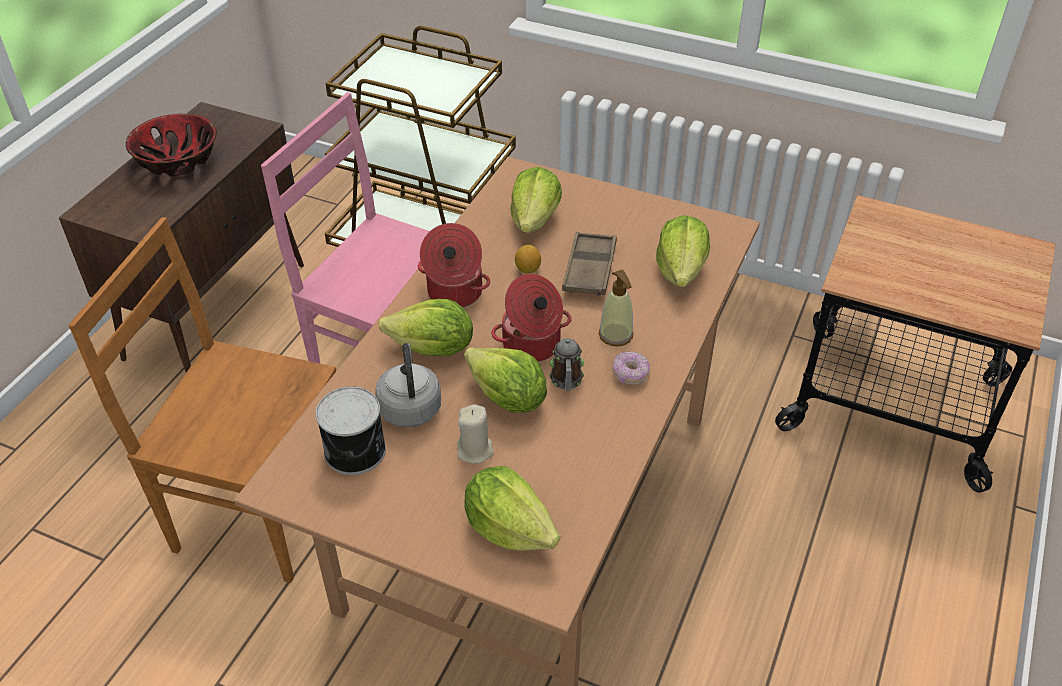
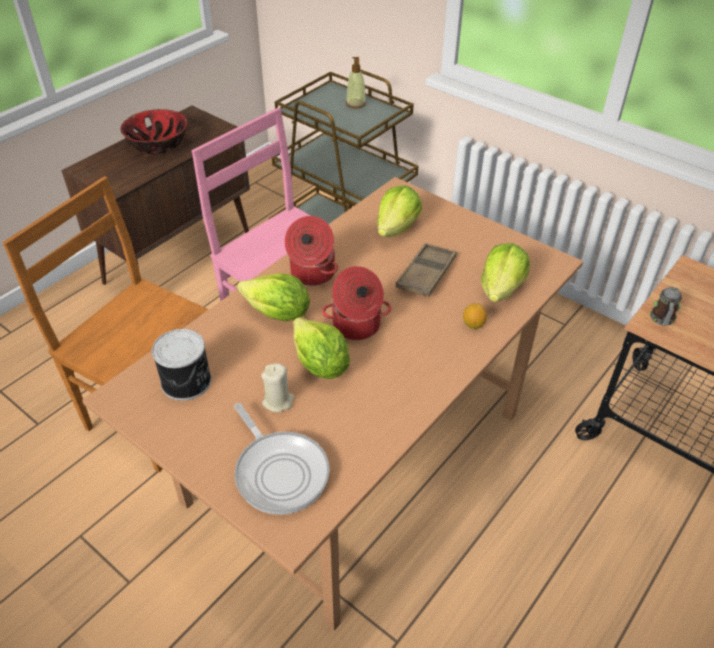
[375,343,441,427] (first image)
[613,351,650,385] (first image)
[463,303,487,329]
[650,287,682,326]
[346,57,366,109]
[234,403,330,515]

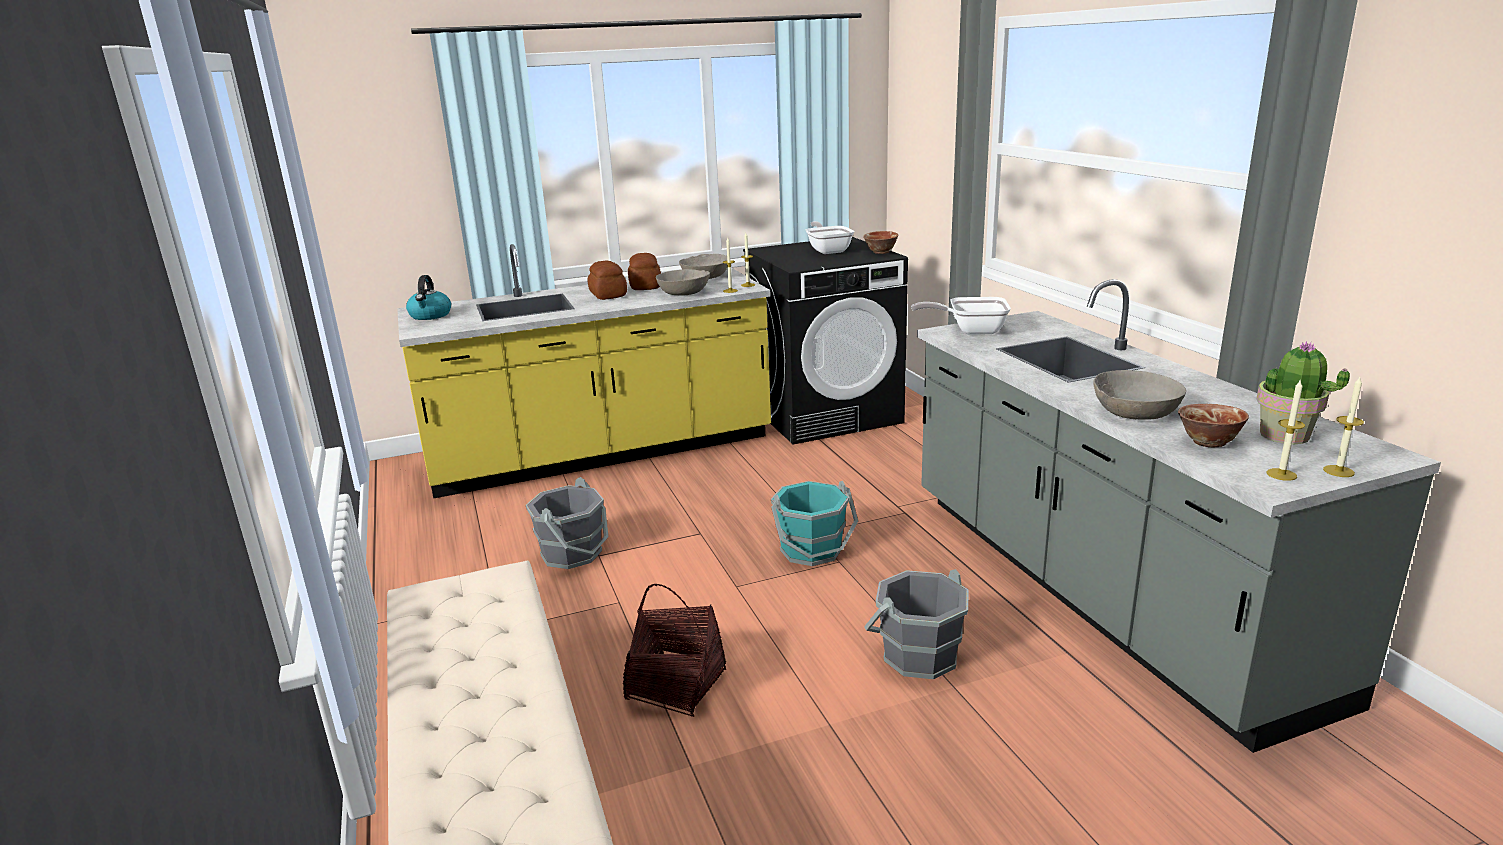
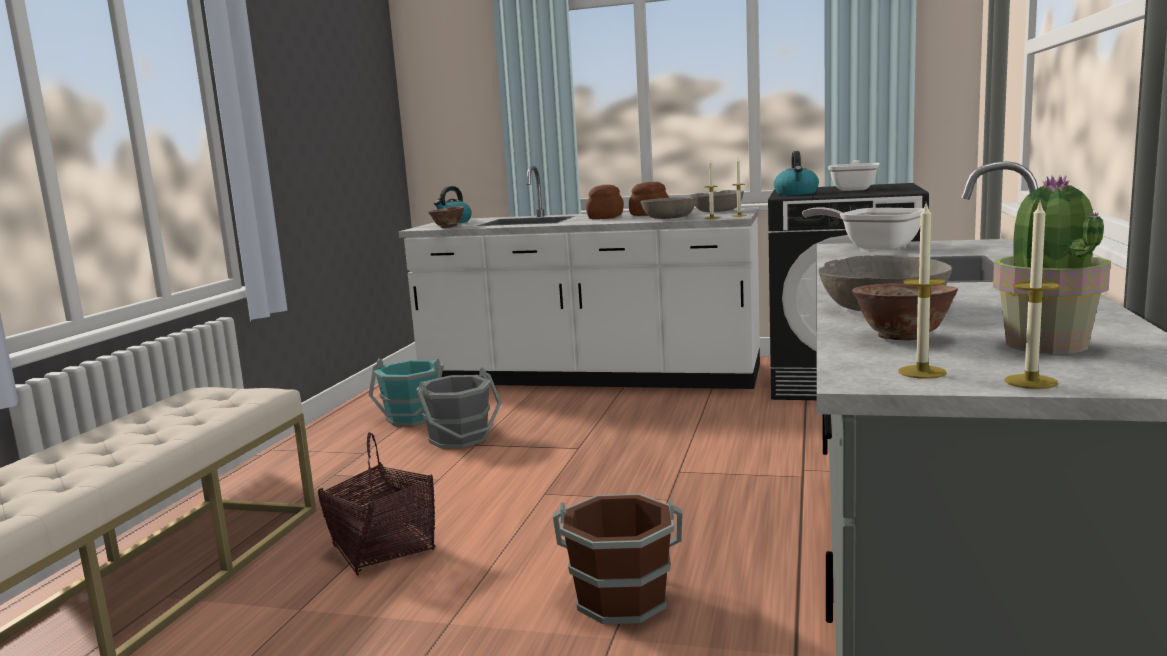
[774,151,819,195]
[369,358,444,426]
[428,206,464,228]
[398,166,760,389]
[553,494,682,624]

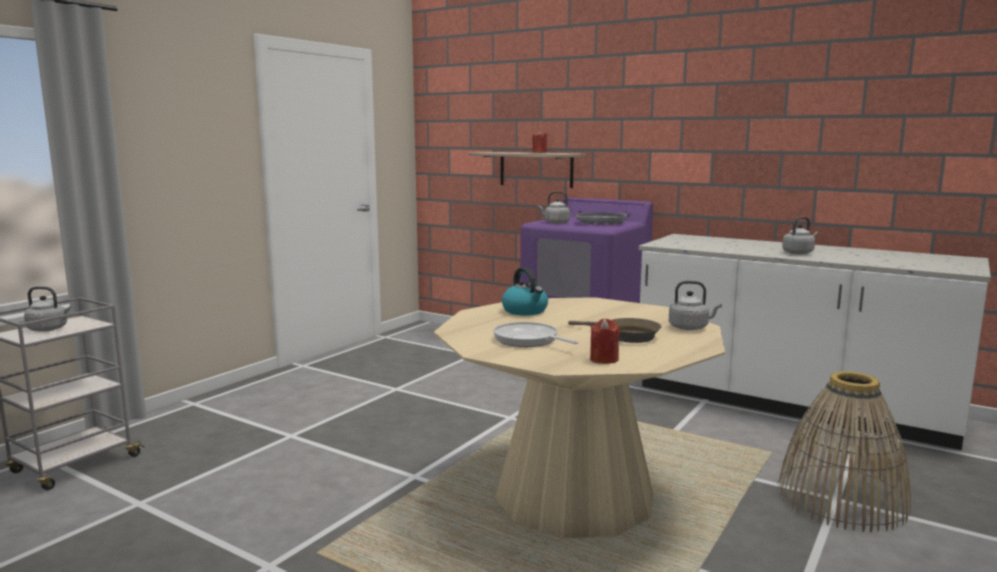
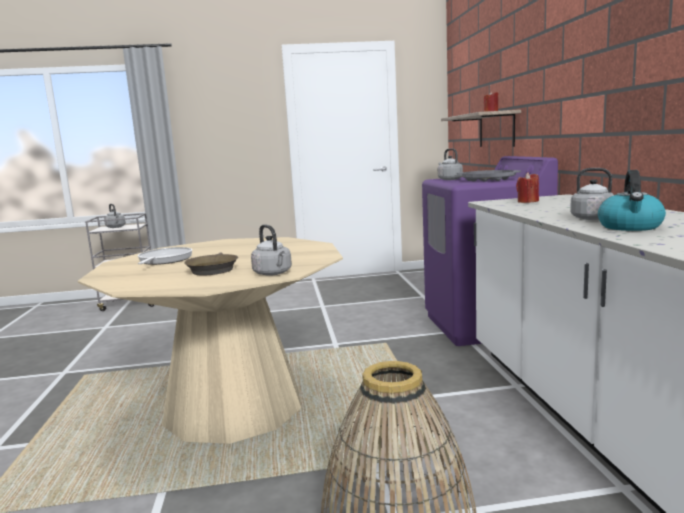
[598,170,666,231]
[516,173,539,203]

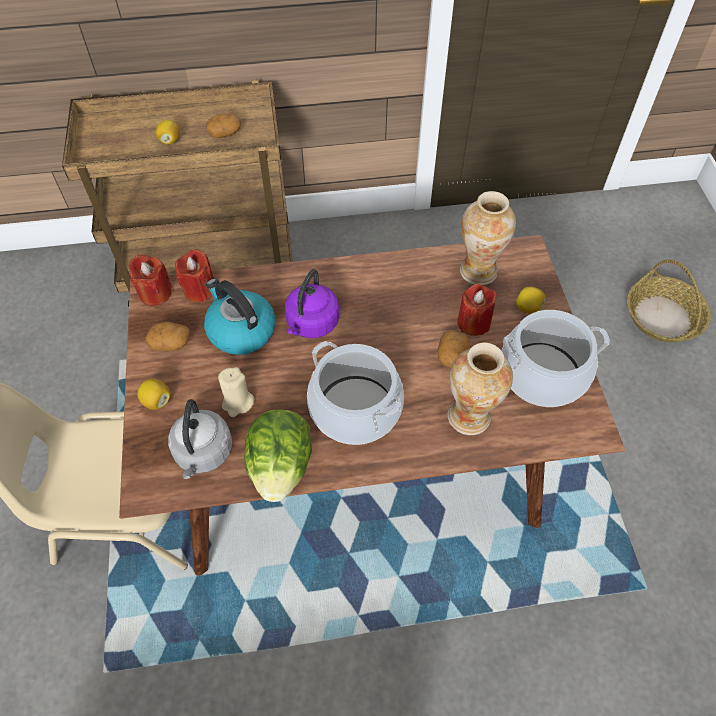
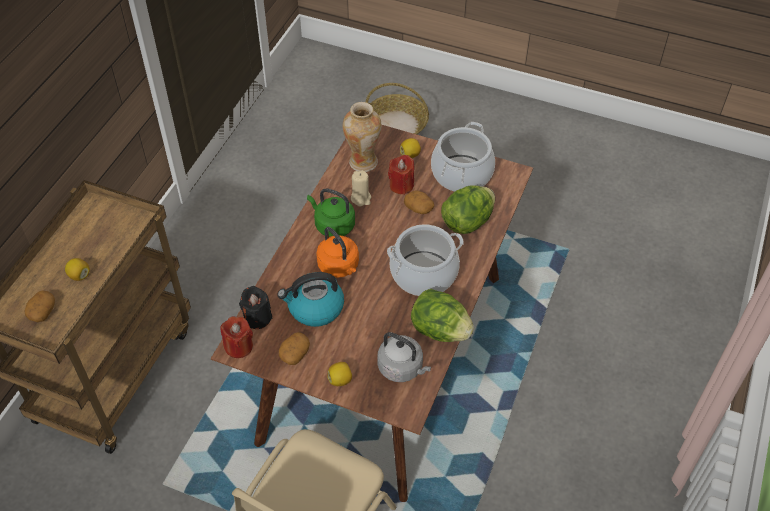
[307,188,355,237]
[25,290,55,322]
[351,170,371,206]
[441,185,495,234]
[239,286,272,329]
[316,227,359,278]

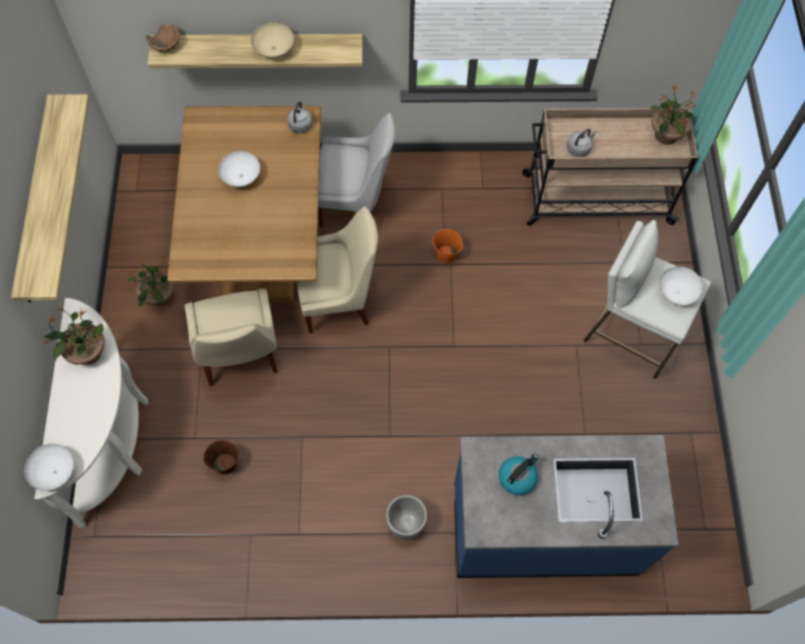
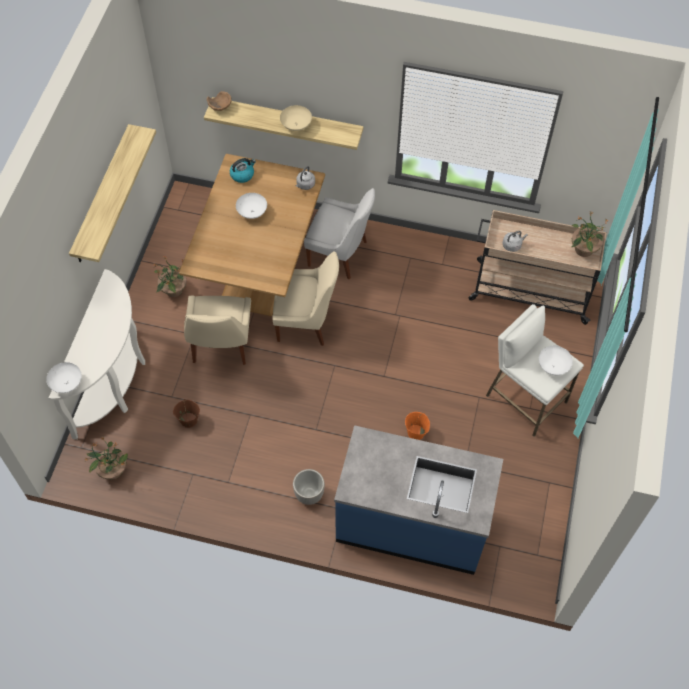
[85,437,128,480]
[405,412,430,440]
[230,158,256,183]

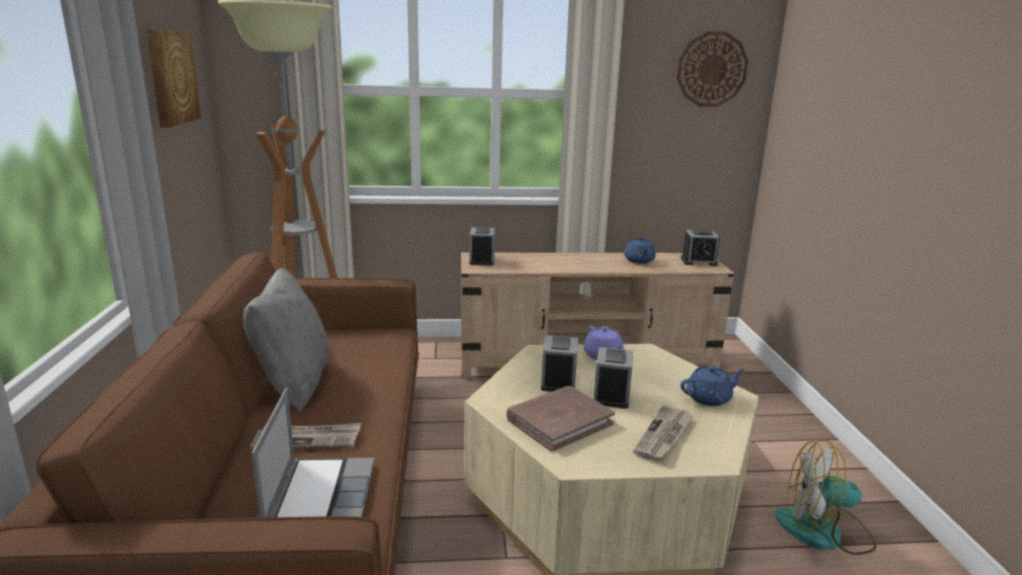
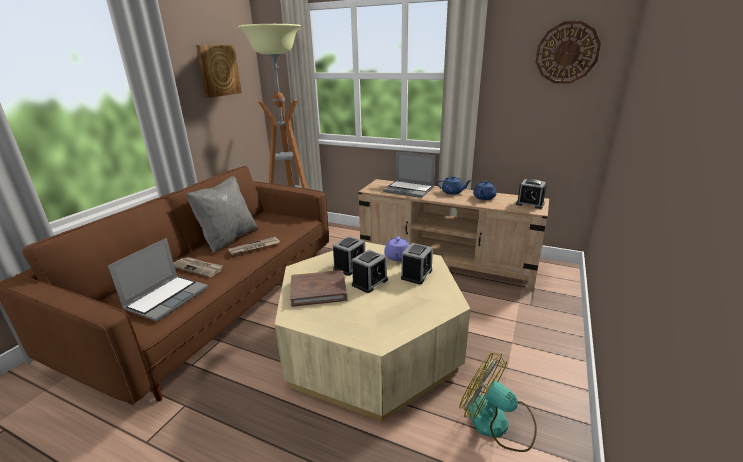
[383,152,435,198]
[401,243,433,284]
[228,237,280,256]
[437,176,472,195]

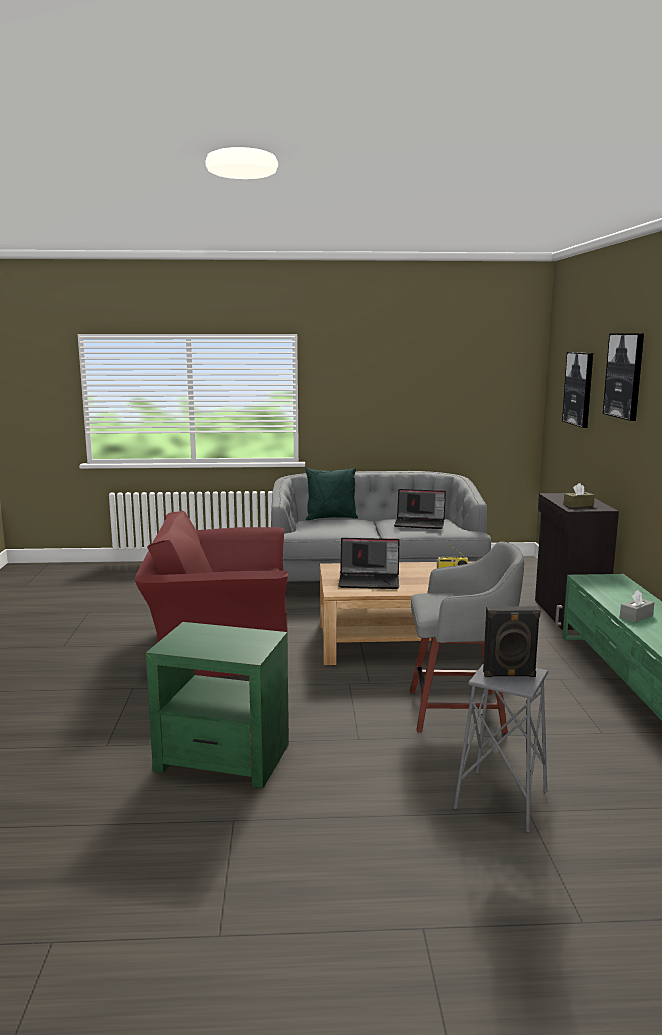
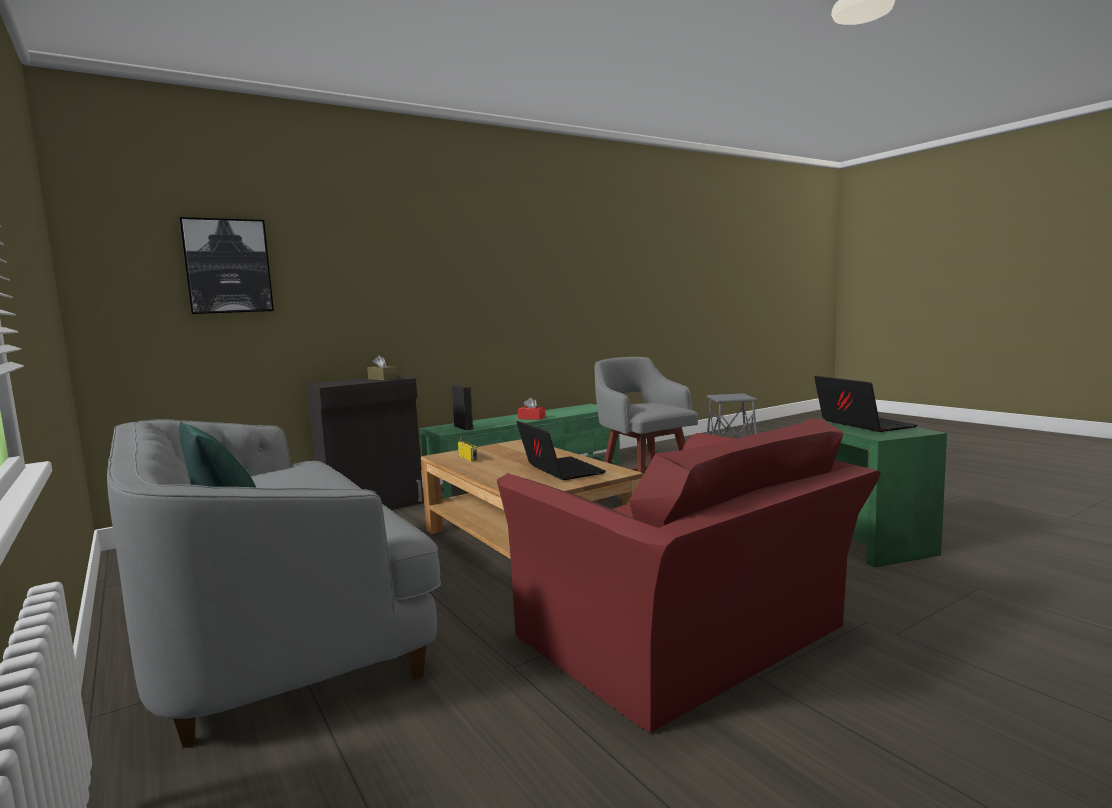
[603,333,644,421] (first image)
[814,376,918,432]
[452,385,474,430]
[518,398,545,420]

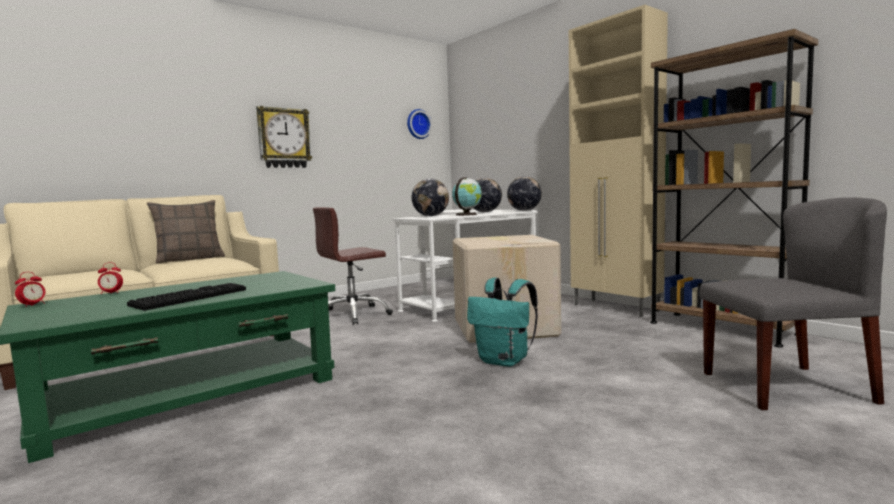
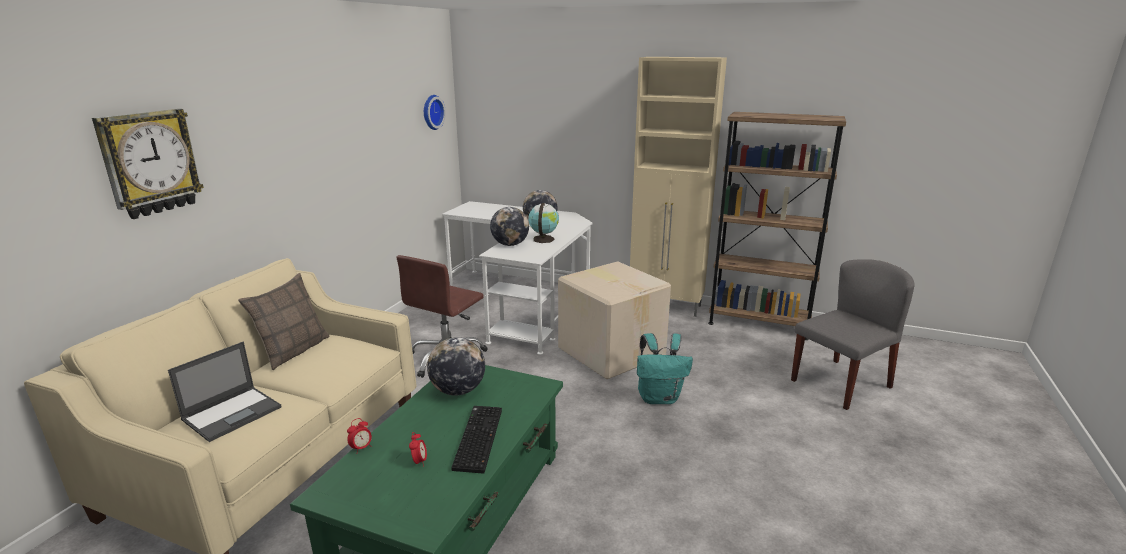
[168,341,281,442]
[409,432,427,467]
[92,109,204,219]
[427,337,485,396]

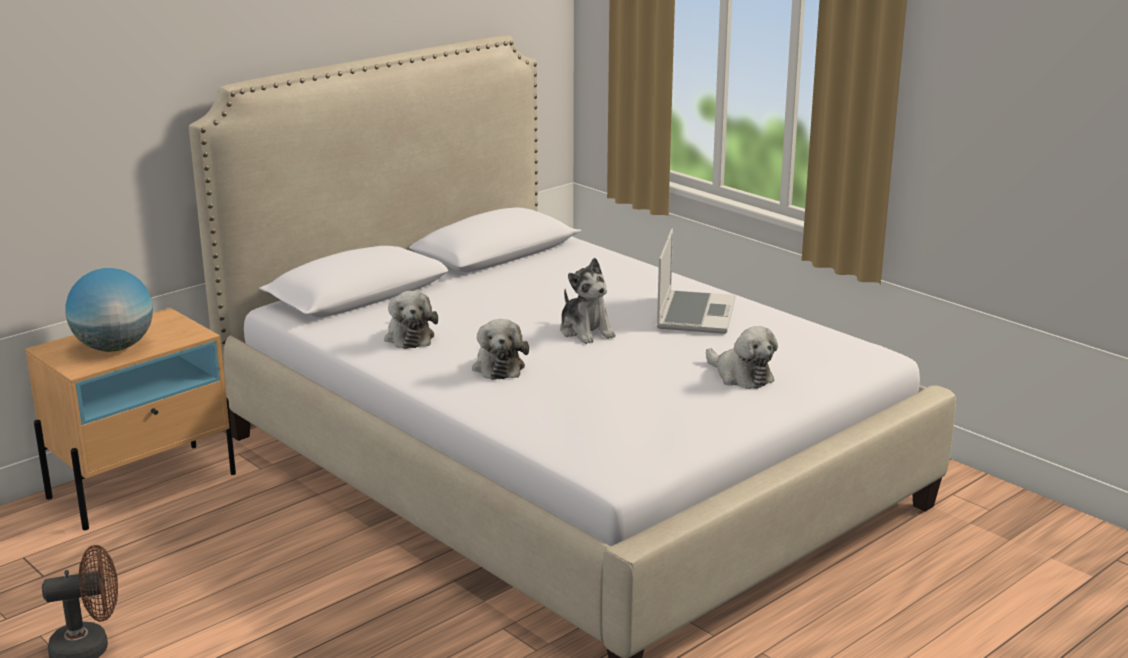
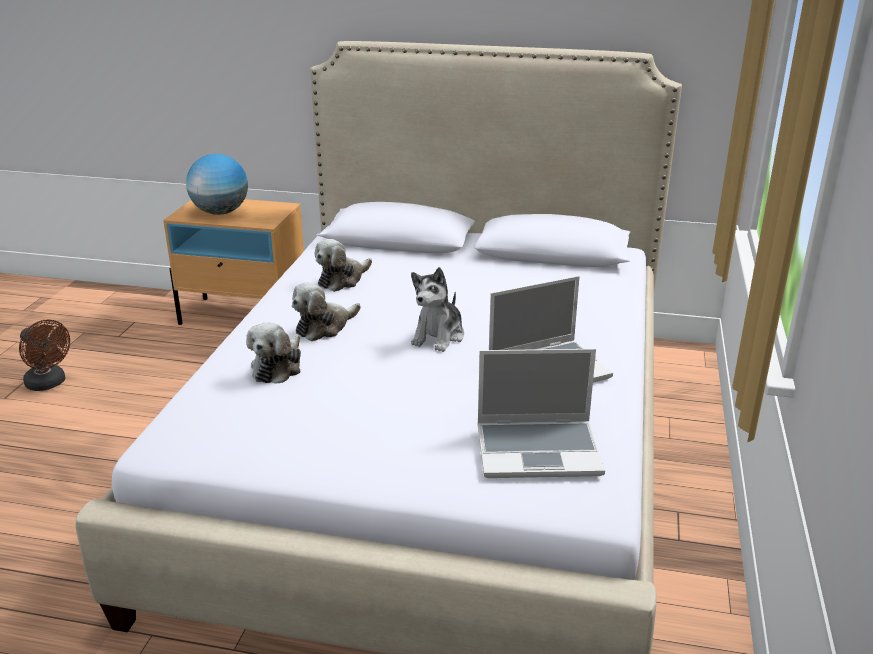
[478,349,605,478]
[246,322,301,384]

